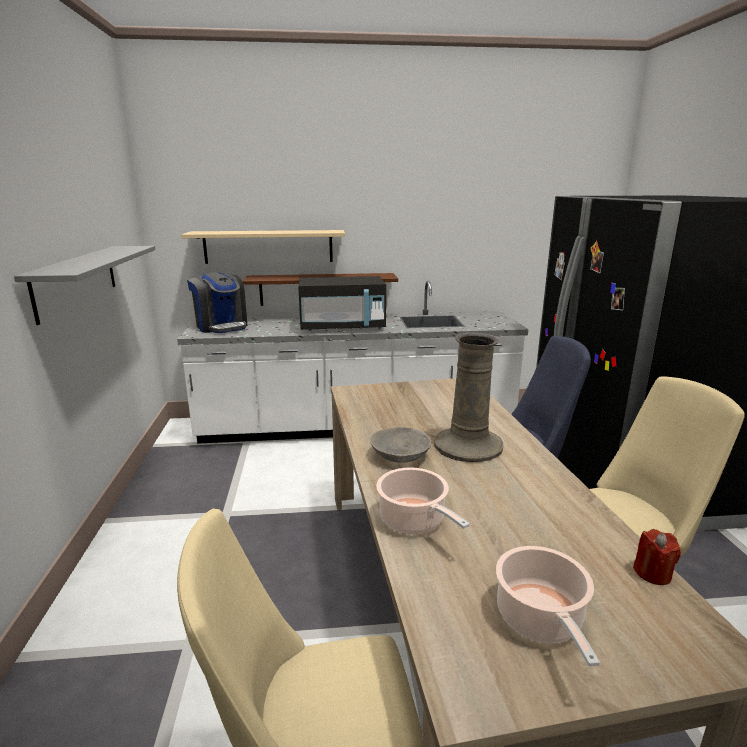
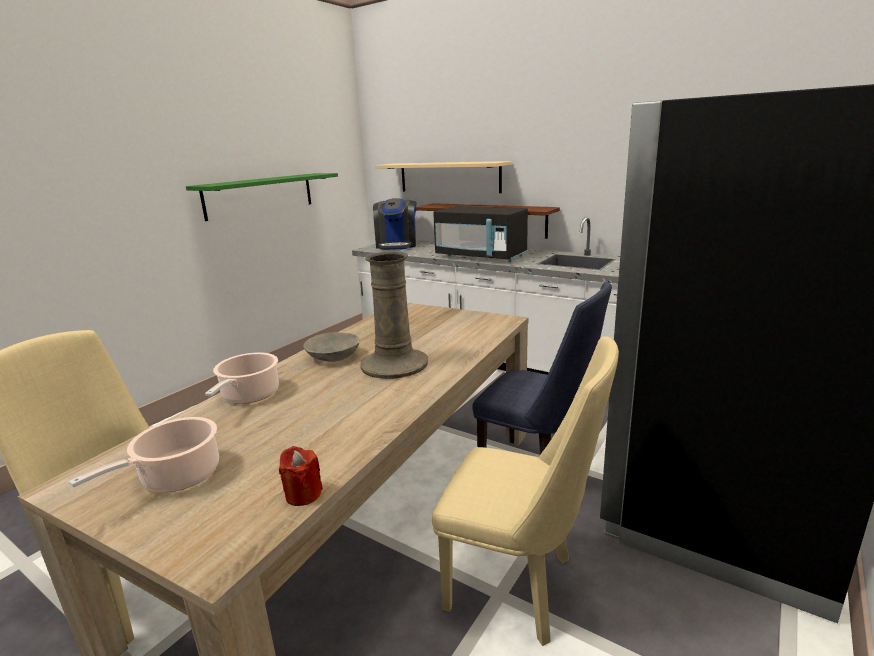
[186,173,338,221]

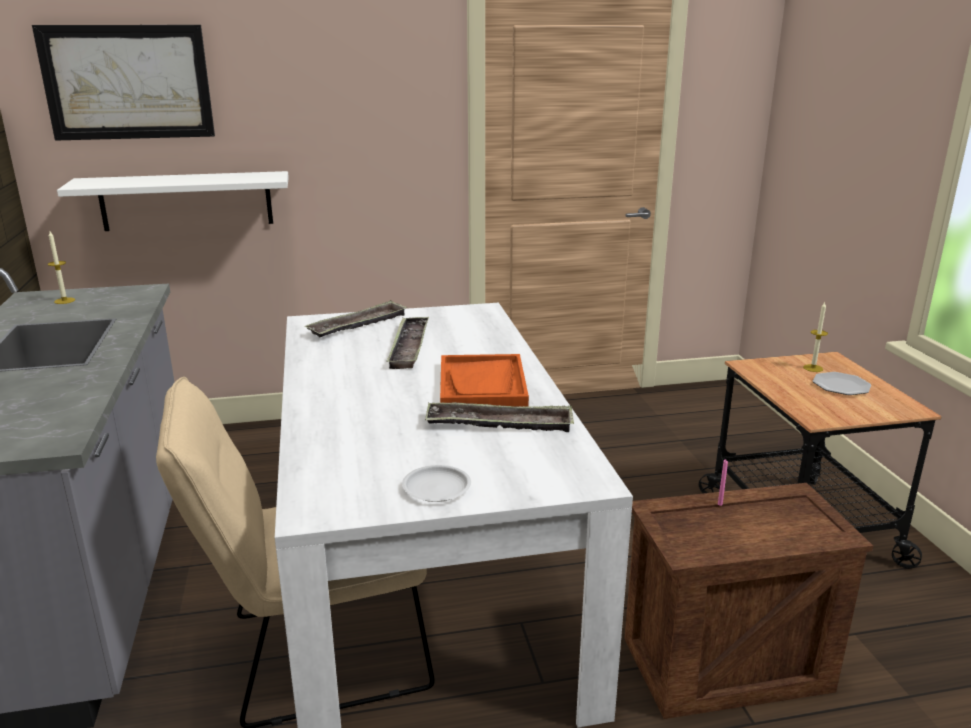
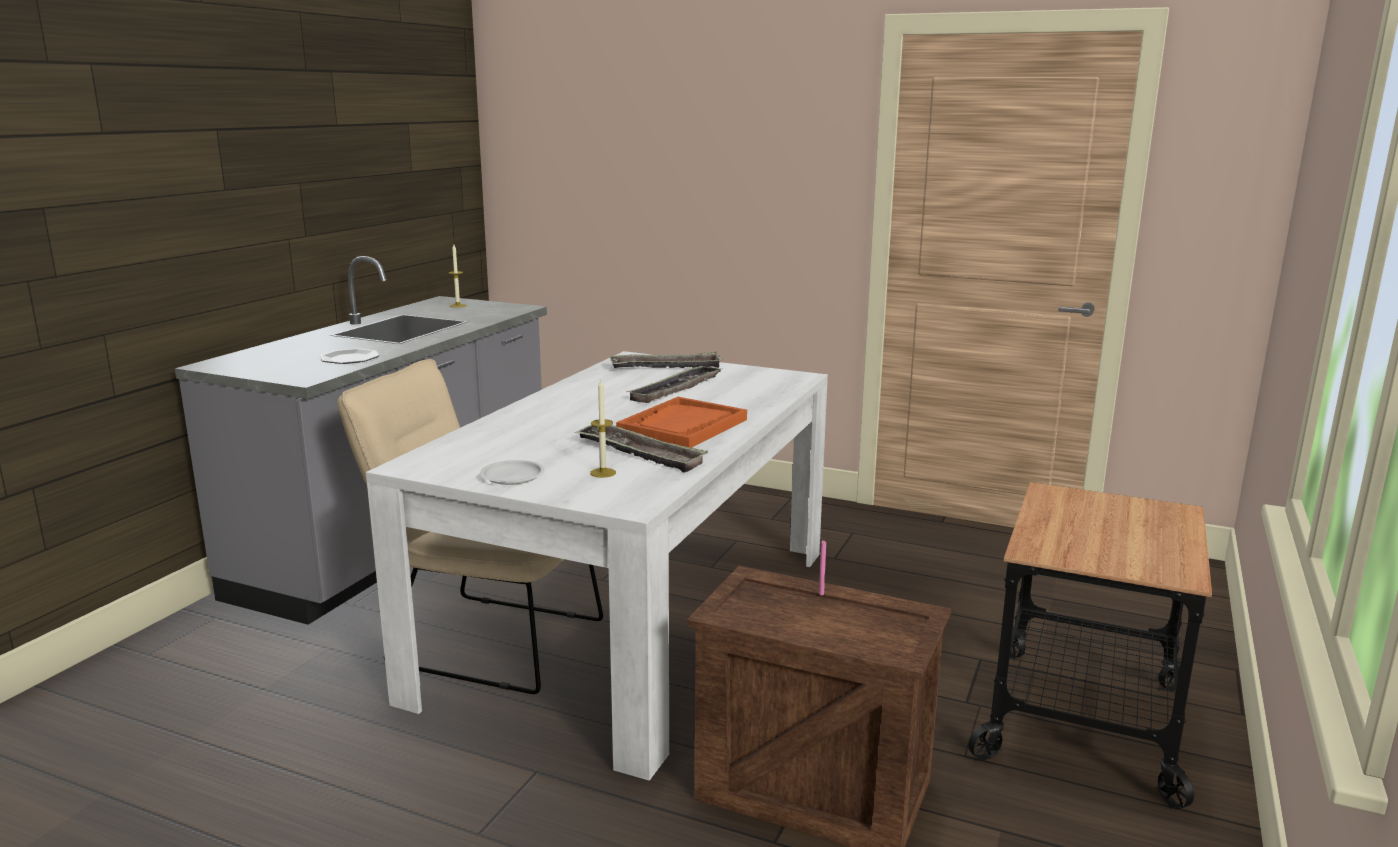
[32,25,215,141] (first image)
[57,171,289,231] (first image)
[590,380,616,478]
[320,348,379,364]

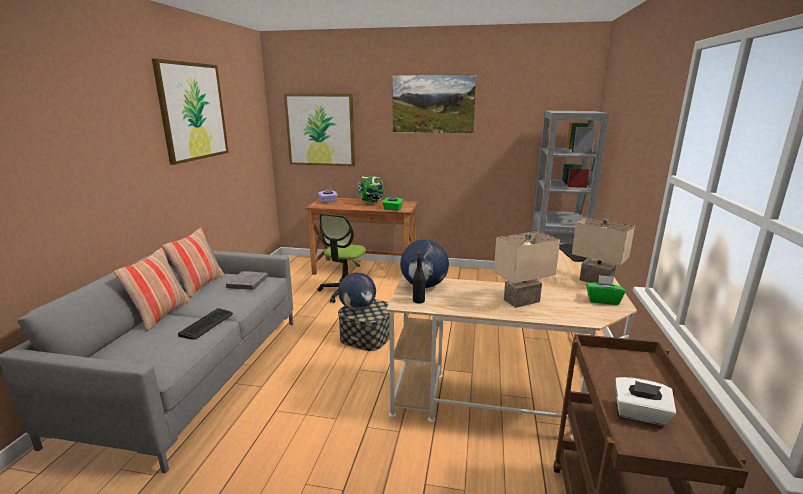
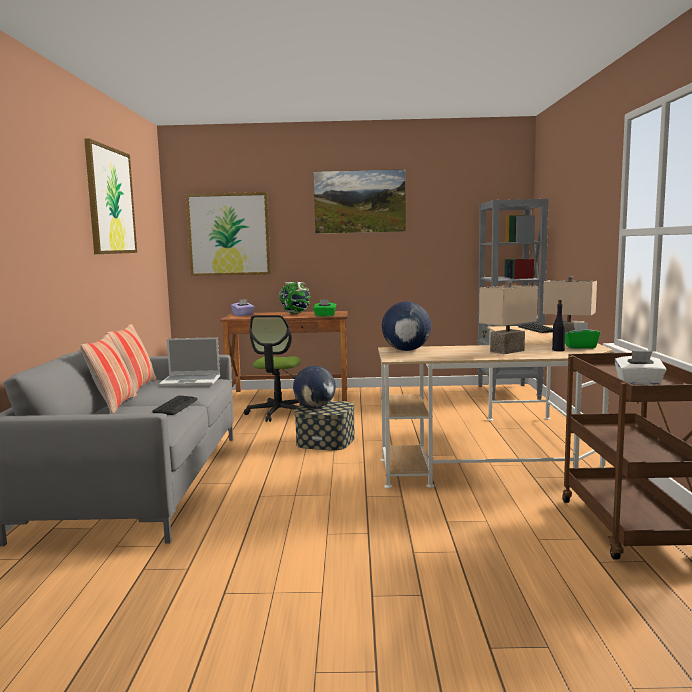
[552,300,565,351]
[159,337,220,387]

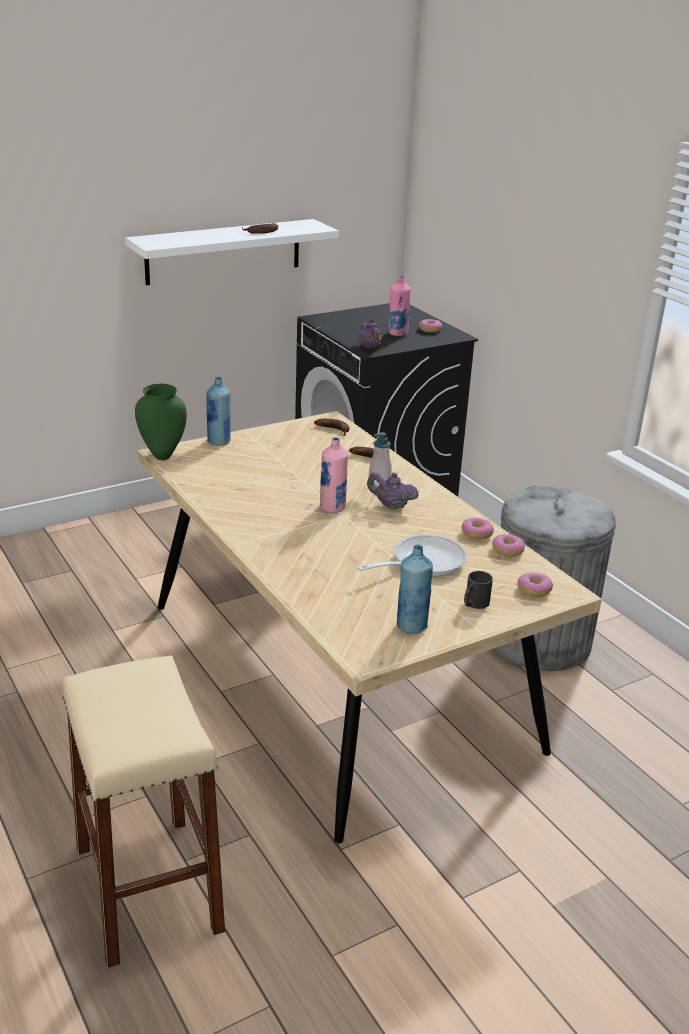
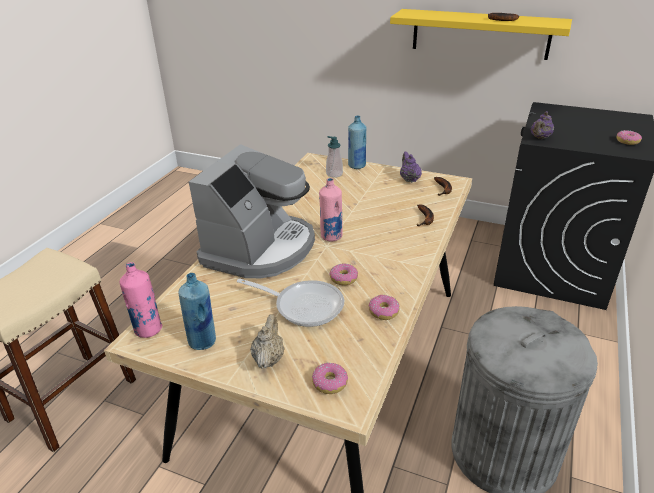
[135,384,187,460] (first image)
[189,144,315,278]
[400,152,422,182]
[326,136,343,178]
[120,262,163,338]
[329,263,358,285]
[250,314,285,369]
[390,9,572,60]

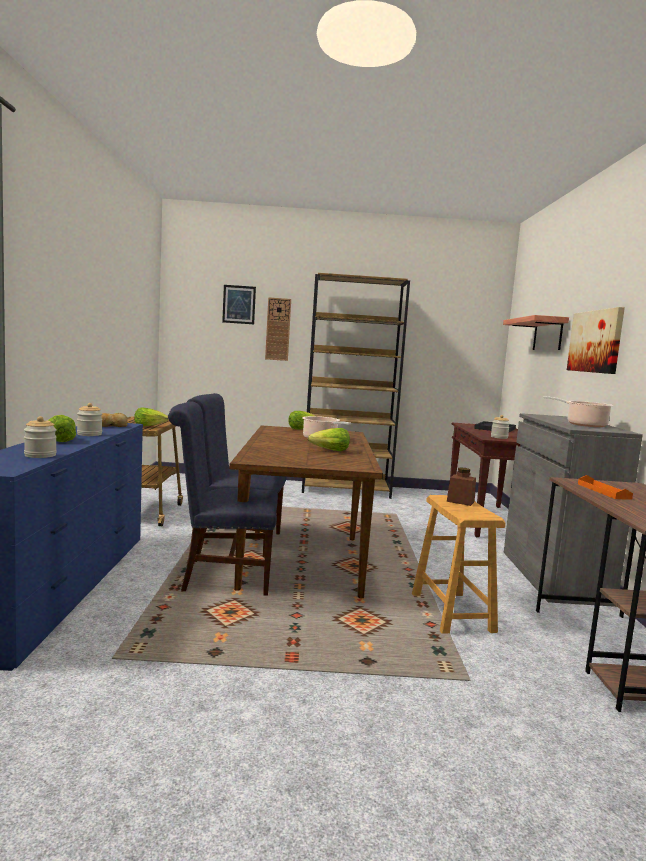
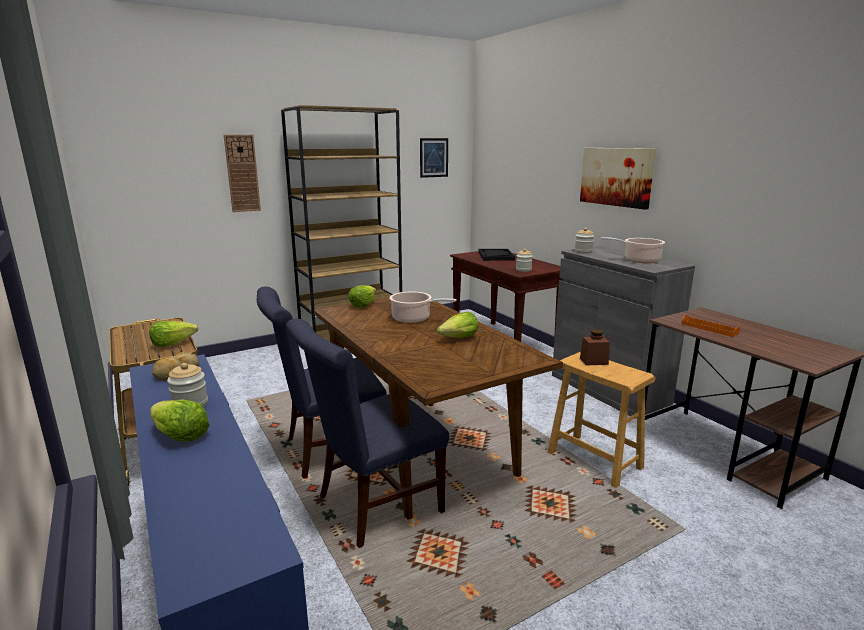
[503,315,569,350] (first image)
[574,228,594,254]
[420,138,448,178]

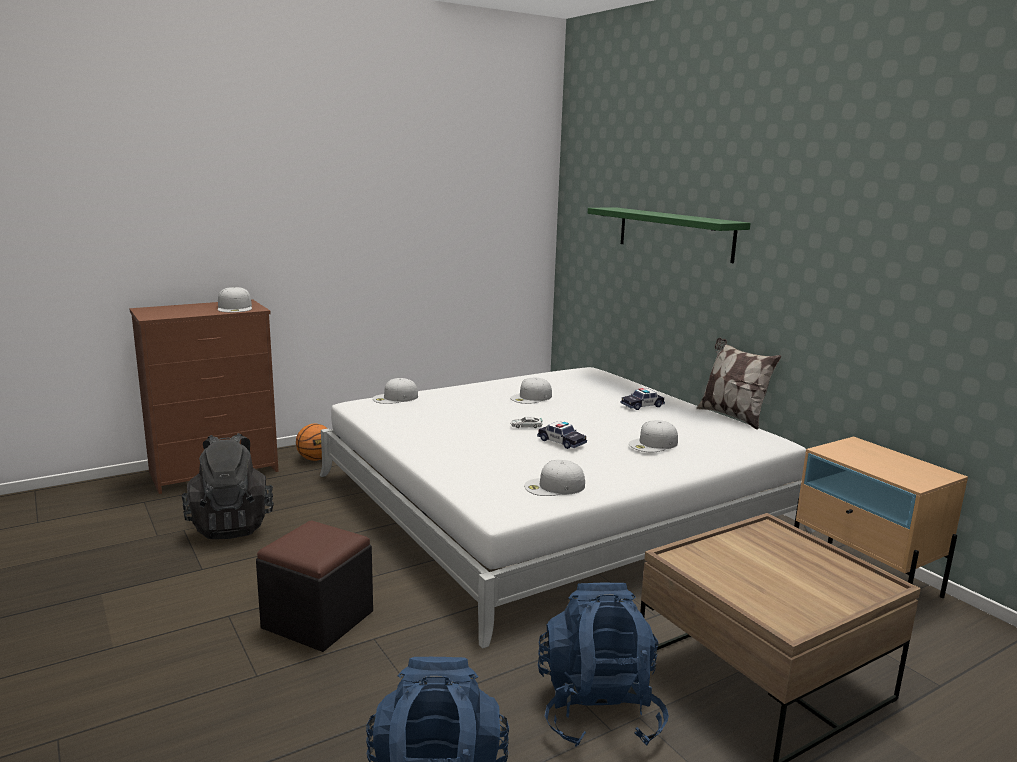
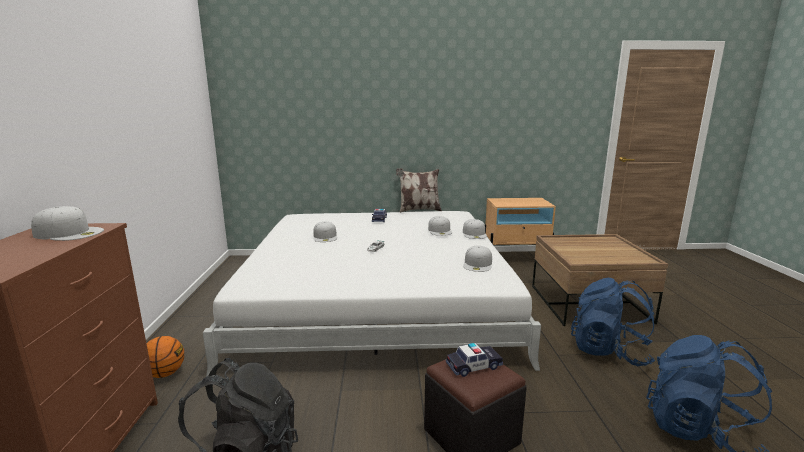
[588,207,751,263] (first image)
[463,219,487,239]
[446,343,503,377]

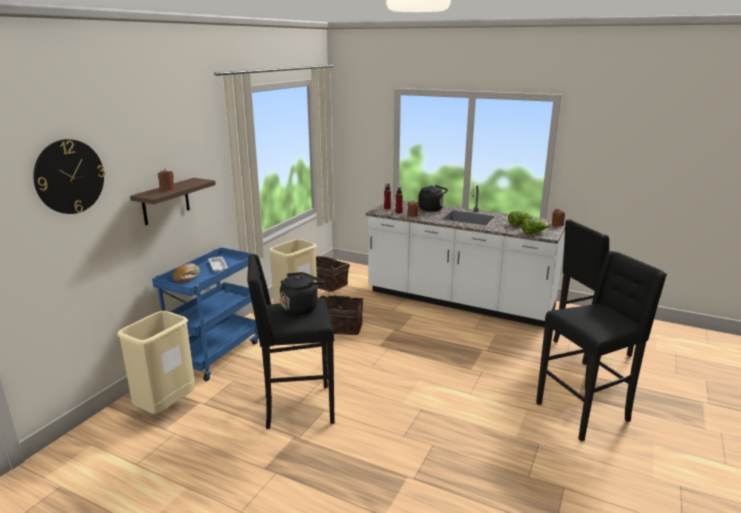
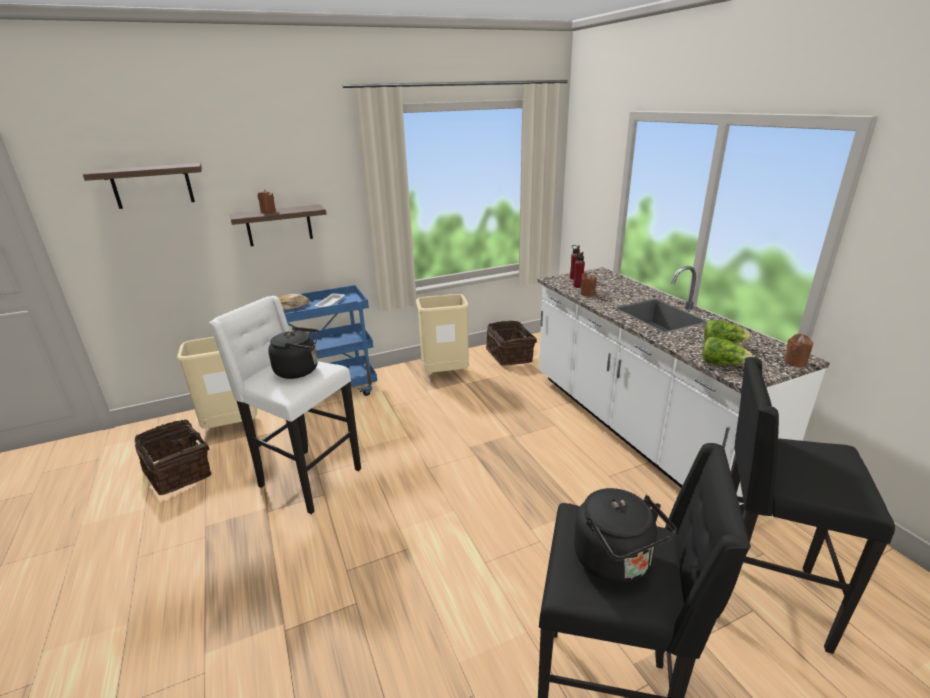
[135,420,211,495]
[574,488,677,583]
[83,163,202,209]
[209,296,361,514]

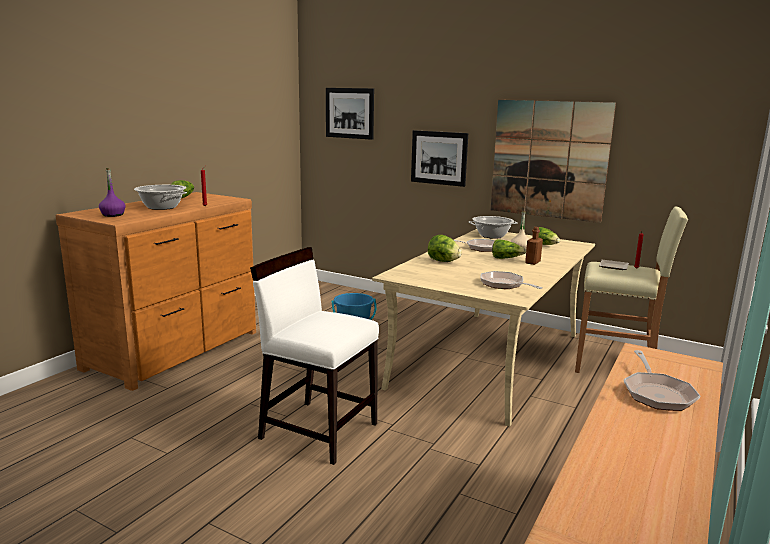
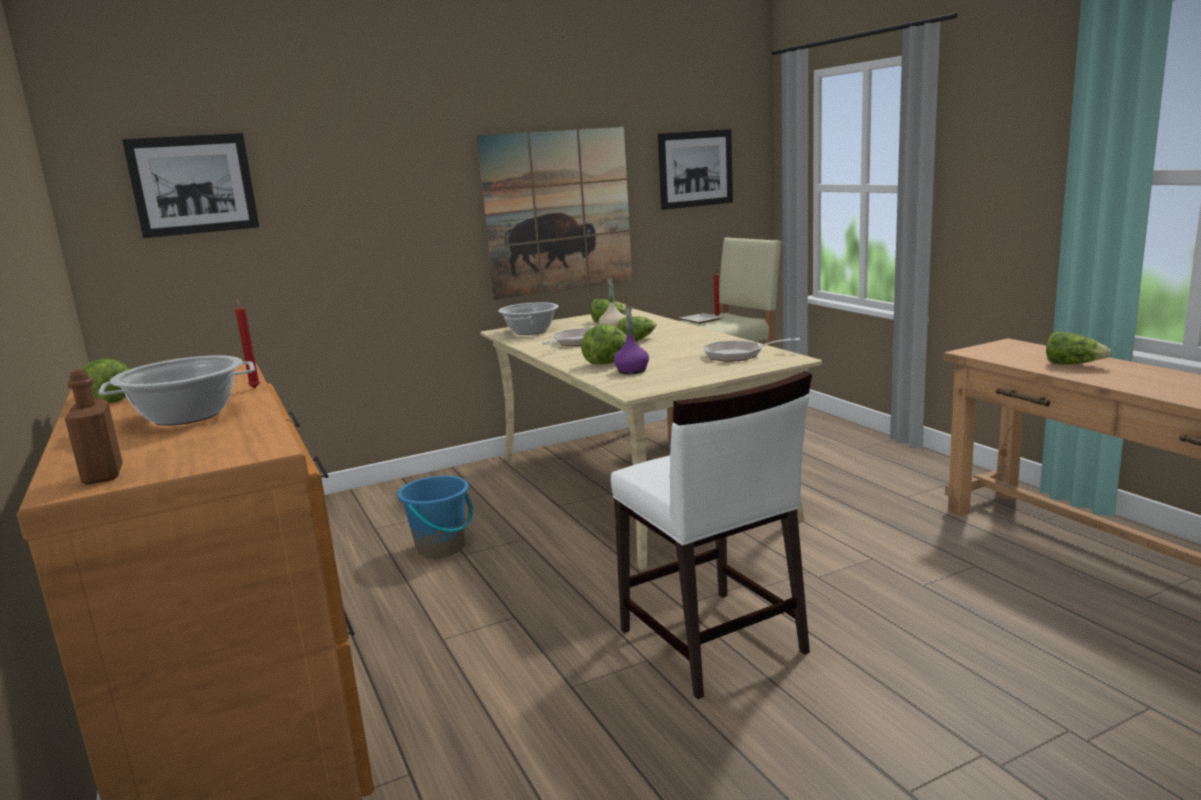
[614,305,649,374]
[658,129,733,210]
[65,369,123,484]
[1046,331,1112,365]
[611,371,812,699]

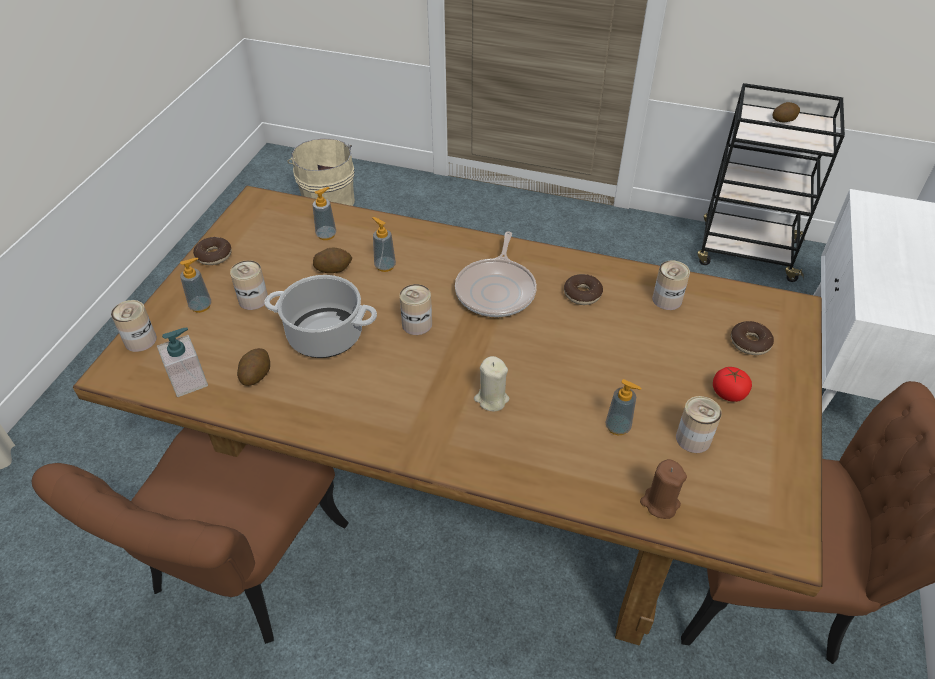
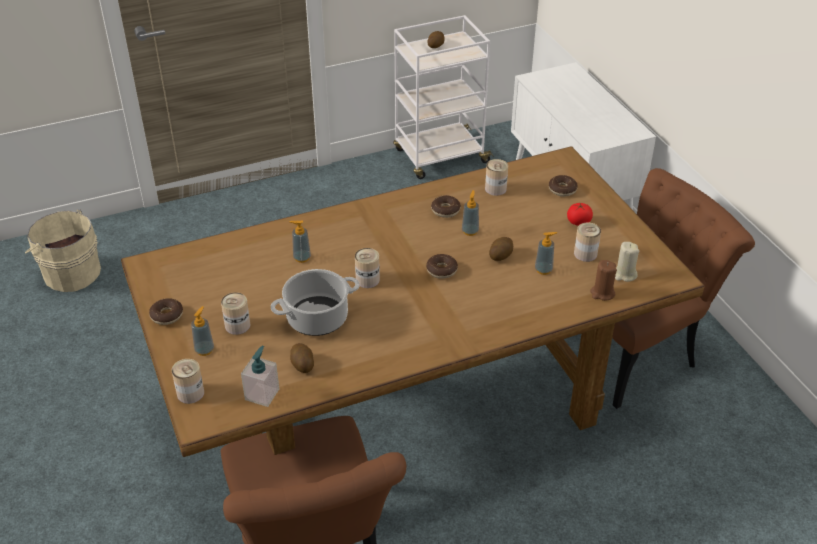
[455,231,537,317] (first image)
[426,254,458,279]
[462,190,479,236]
[489,237,513,261]
[615,242,639,282]
[393,15,494,179]

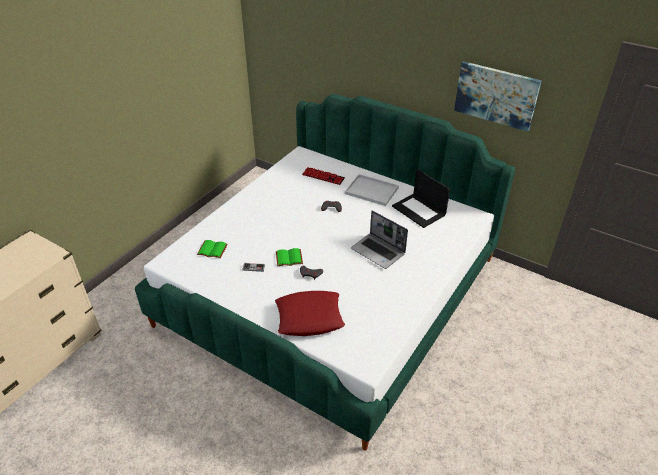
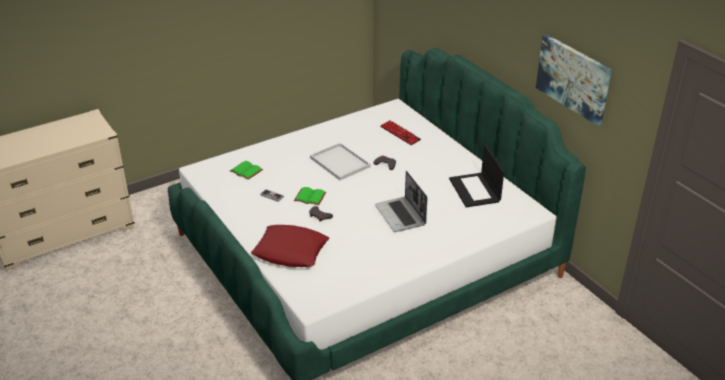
[310,143,370,180]

